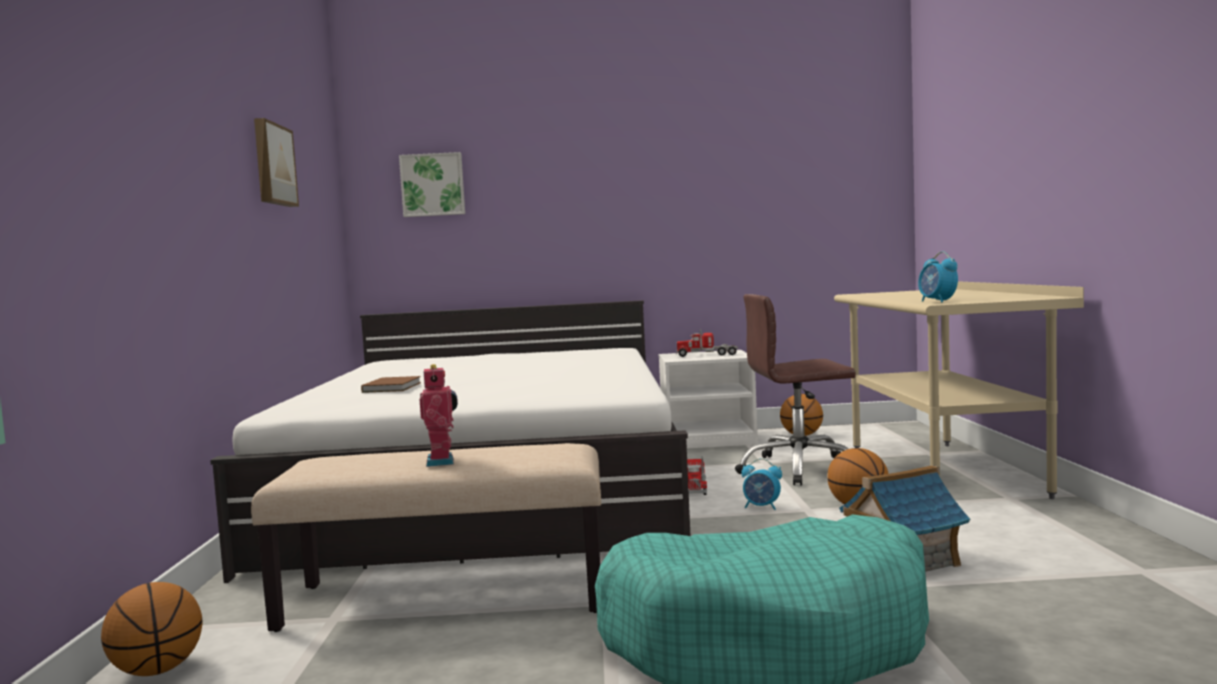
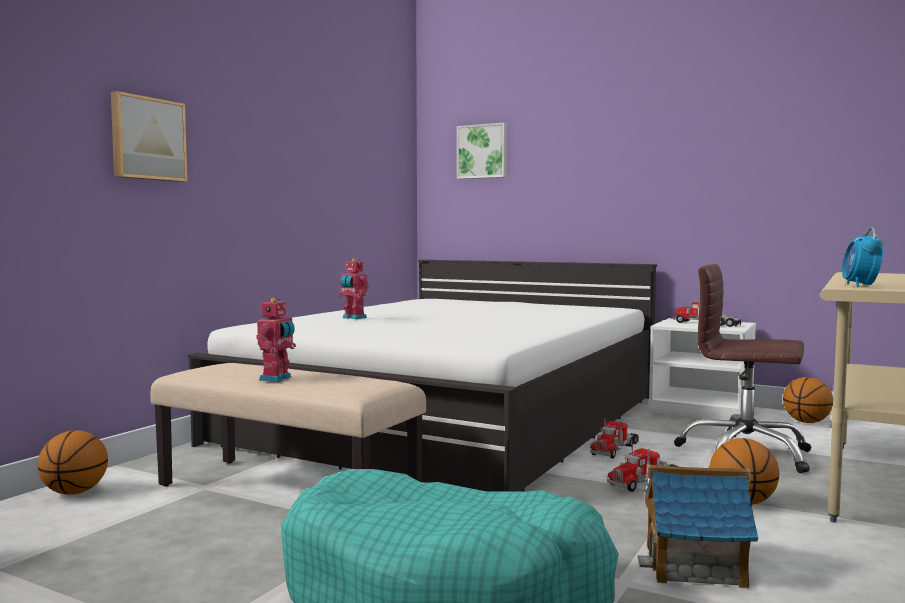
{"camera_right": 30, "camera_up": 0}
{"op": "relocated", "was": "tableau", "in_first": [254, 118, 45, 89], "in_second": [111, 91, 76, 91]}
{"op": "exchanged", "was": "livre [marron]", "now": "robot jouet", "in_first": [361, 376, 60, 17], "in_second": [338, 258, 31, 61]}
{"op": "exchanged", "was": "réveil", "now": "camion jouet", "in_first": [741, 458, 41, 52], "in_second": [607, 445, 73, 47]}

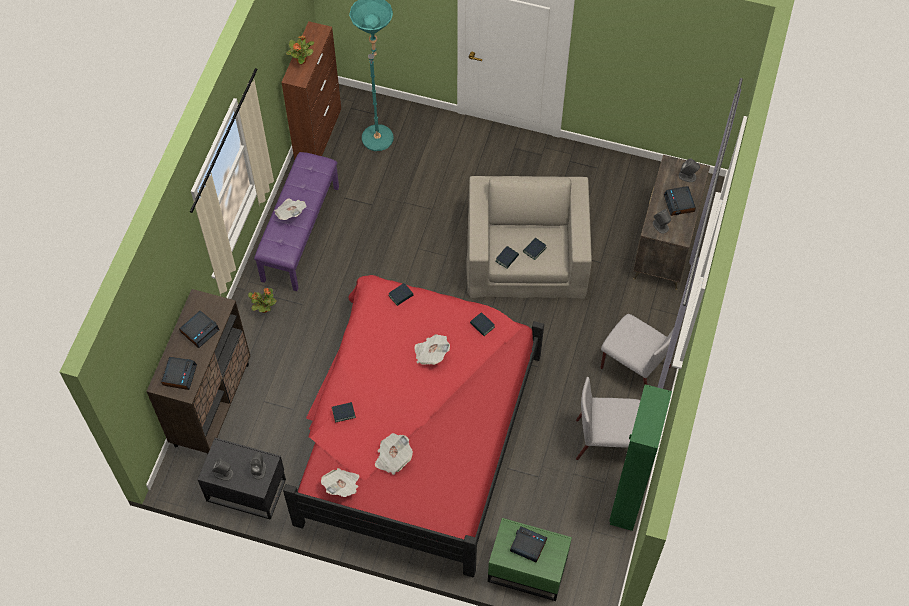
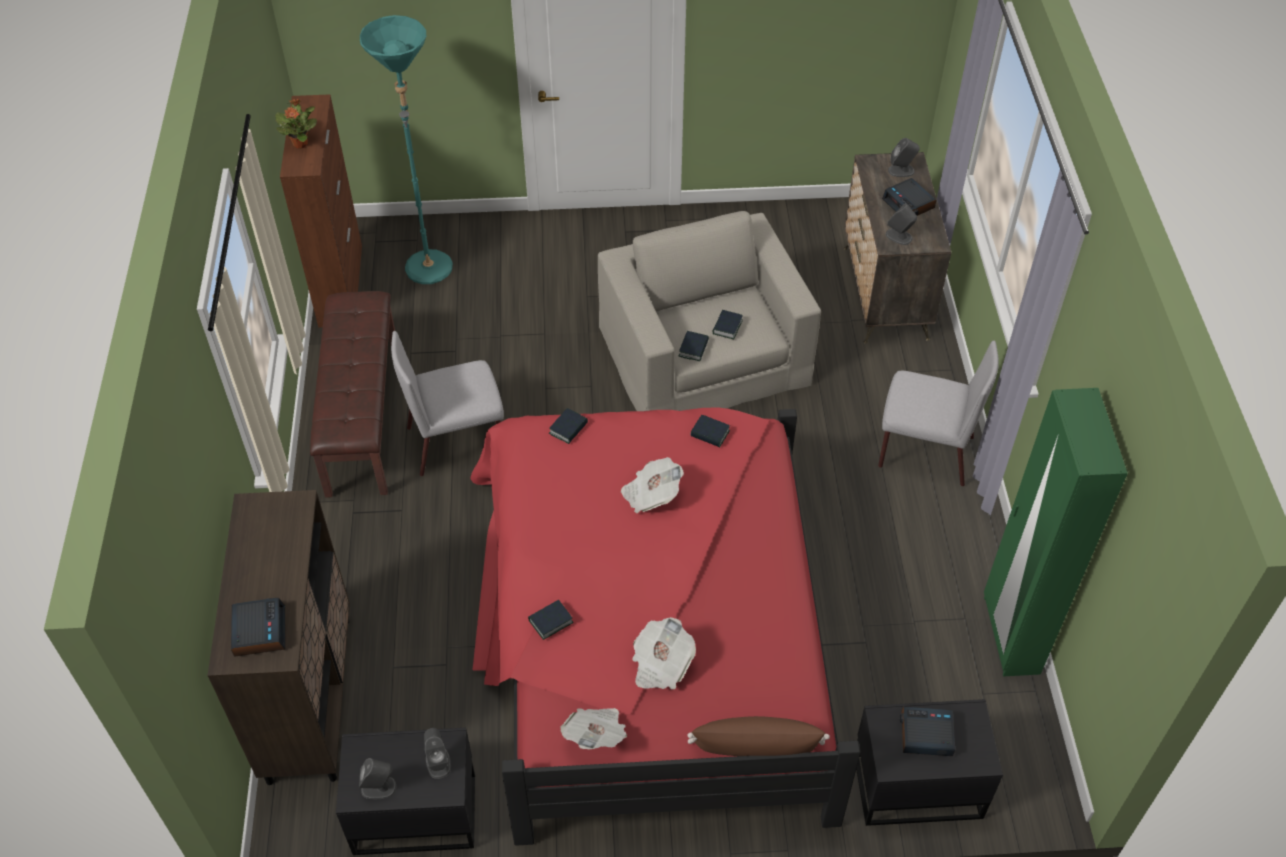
{"camera_right": -20, "camera_up": -10}
{"op": "colour", "was": "banc [violet]", "now": "banc [marron]", "in_first": [254, 152, 85, 139], "in_second": [310, 291, 85, 207]}
{"op": "relocated", "was": "chaise [gris]", "in_first": [576, 377, 64, 83], "in_second": [391, 331, 113, 145]}
{"op": "appeared", "now": "coussin [marron]", "in_second": [688, 716, 142, 40]}
{"op": "colour", "was": "table de chevet [vert]", "now": "table de chevet [noir]", "in_first": [488, 518, 84, 83], "in_second": [856, 699, 147, 127]}
{"op": "missing", "was": "réveil", "in_first": [179, 310, 41, 38]}
{"op": "missing", "was": "plante en pot", "in_first": [248, 288, 29, 25]}
{"op": "missing", "was": "journal", "in_first": [274, 198, 32, 22]}

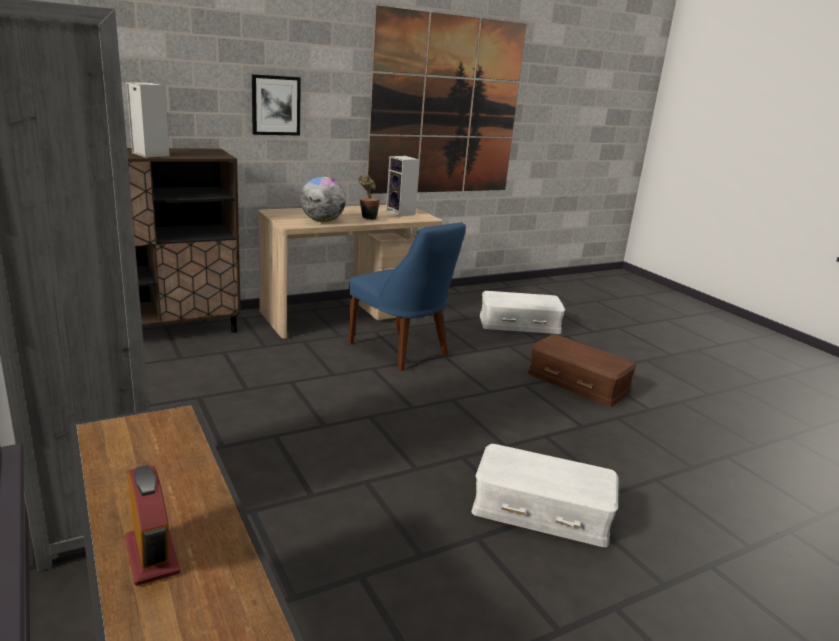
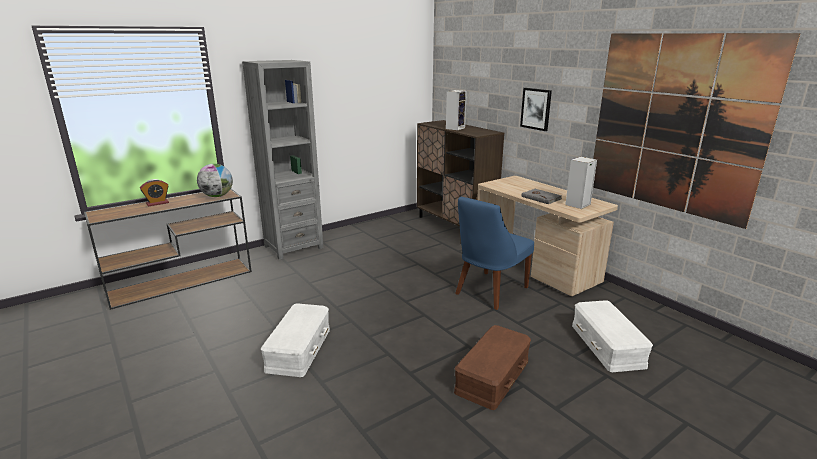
{"camera_right": 85, "camera_up": 0}
{"op": "relocated", "was": "globe", "in_first": [300, 176, 46, 46], "in_second": [197, 164, 36, 33]}
{"op": "exchanged", "was": "plante en pot", "now": "livre [gris]", "in_first": [358, 174, 22, 46], "in_second": [522, 189, 40, 15]}

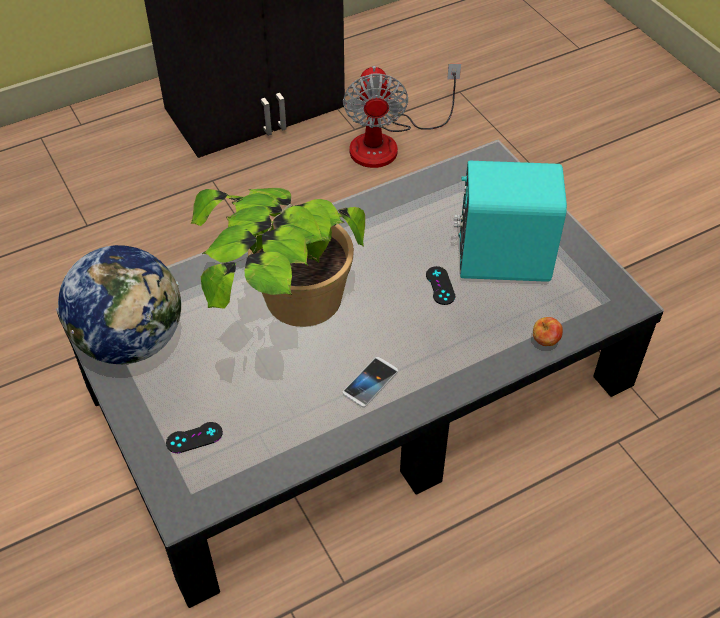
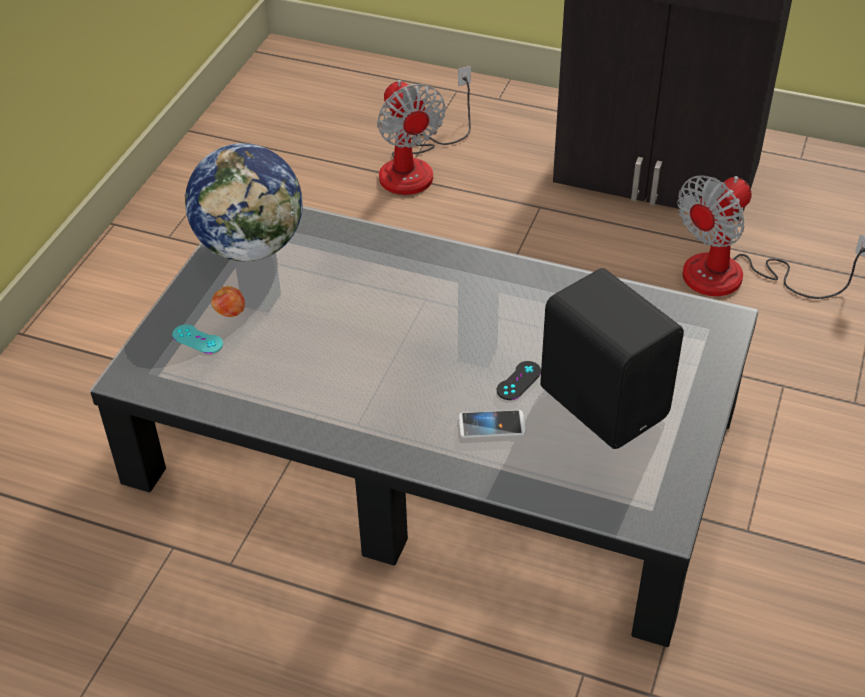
{"camera_right": 50, "camera_up": -5}
{"op": "colour", "was": "manette [noir]", "now": "manette [turquoise]", "in_first": [166, 422, 57, 31], "in_second": [172, 324, 51, 30]}
{"op": "relocated", "was": "pomme", "in_first": [533, 317, 30, 29], "in_second": [211, 286, 34, 31]}
{"op": "appeared", "now": "ventilateur", "in_second": [377, 66, 94, 129]}
{"op": "relocated", "was": "téléphone", "in_first": [342, 357, 57, 50], "in_second": [459, 410, 66, 28]}
{"op": "colour", "was": "enceinte [turquoise]", "now": "enceinte [noir]", "in_first": [454, 161, 113, 121], "in_second": [540, 268, 144, 181]}
{"op": "missing", "was": "plante en pot", "in_first": [191, 188, 174, 139]}

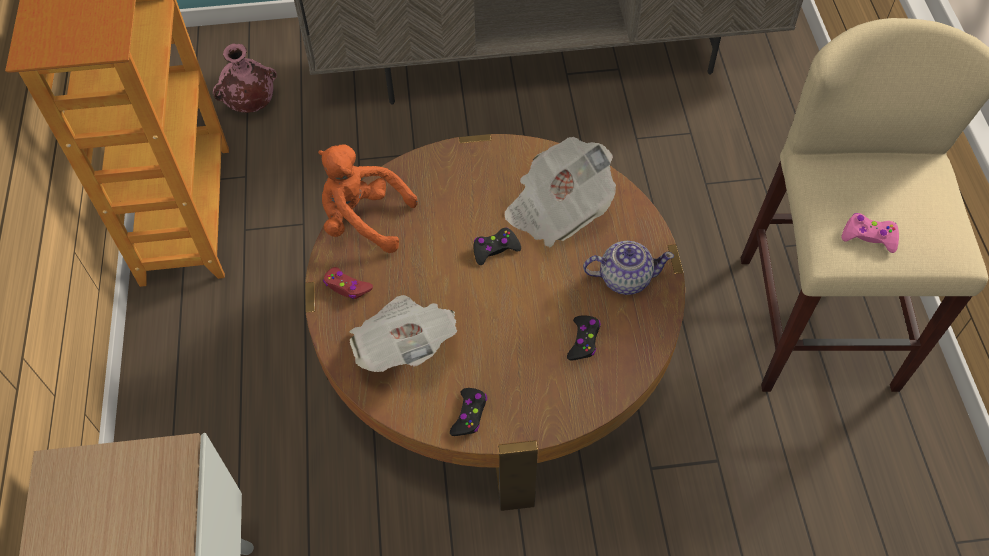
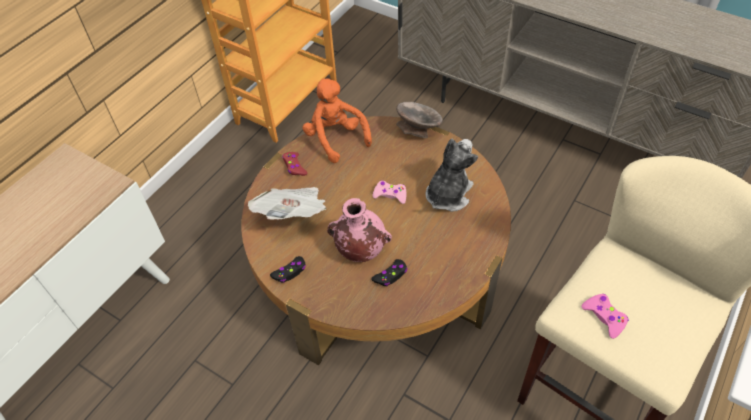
{"camera_right": 40, "camera_up": -5}
{"op": "relocated", "was": "vase [rose]", "in_first": [213, 44, 64, 69], "in_second": [327, 198, 65, 64]}
{"op": "colour", "was": "manette [noir]", "now": "manette [rose]", "in_first": [473, 227, 48, 38], "in_second": [373, 181, 34, 23]}
{"op": "appeared", "now": "bol [gris]", "in_second": [396, 102, 47, 36]}
{"op": "exchanged", "was": "journal", "now": "peluche", "in_first": [504, 137, 112, 110], "in_second": [425, 139, 53, 73]}
{"op": "missing", "was": "théière", "in_first": [583, 241, 91, 54]}

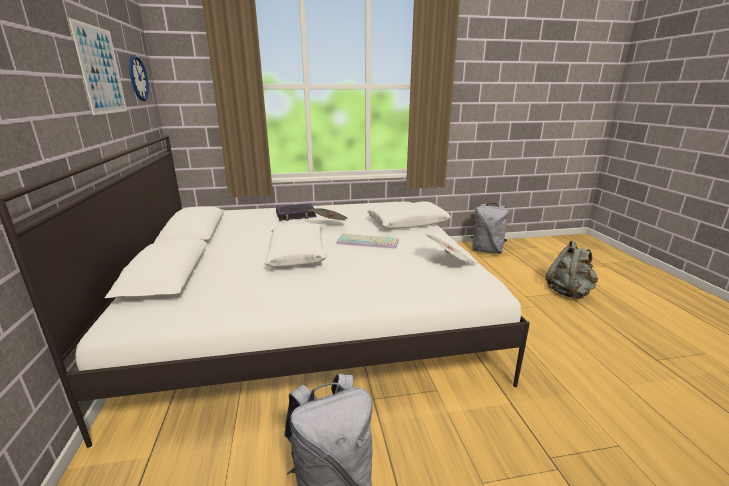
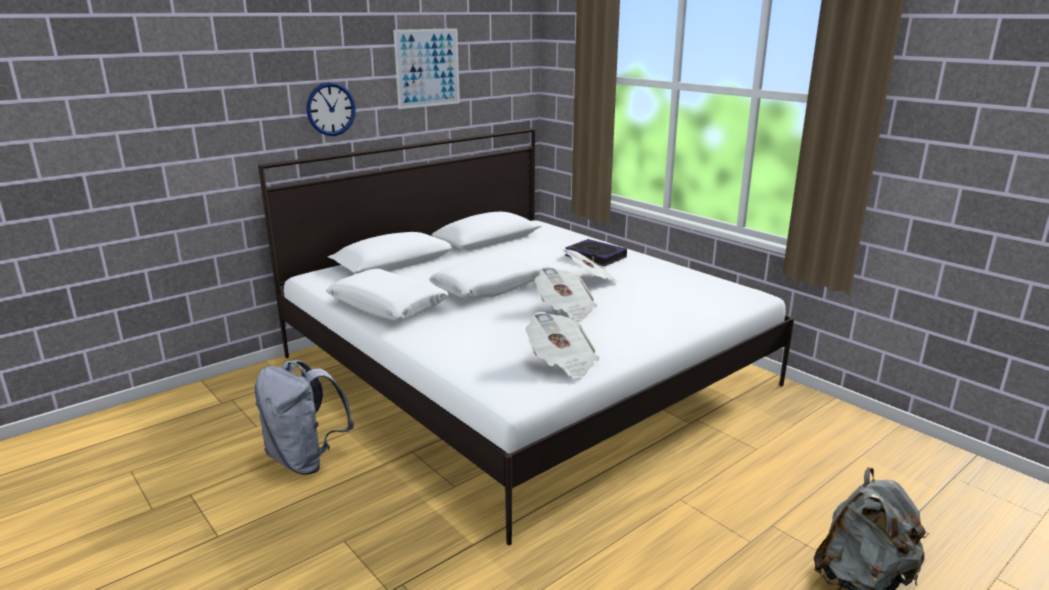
{"camera_right": 60, "camera_up": 0}
{"op": "relocated", "was": "horloge murale", "in_first": [129, 55, 20, 46], "in_second": [306, 82, 50, 54]}
{"op": "relocated", "was": "coussin [blanc]", "in_first": [367, 201, 84, 28], "in_second": [326, 269, 122, 52]}
{"op": "exchanged", "was": "clavier", "now": "journal", "in_first": [336, 234, 63, 15], "in_second": [535, 267, 62, 54]}
{"op": "missing", "was": "sac à dos [gris]", "in_first": [471, 203, 38, 51]}

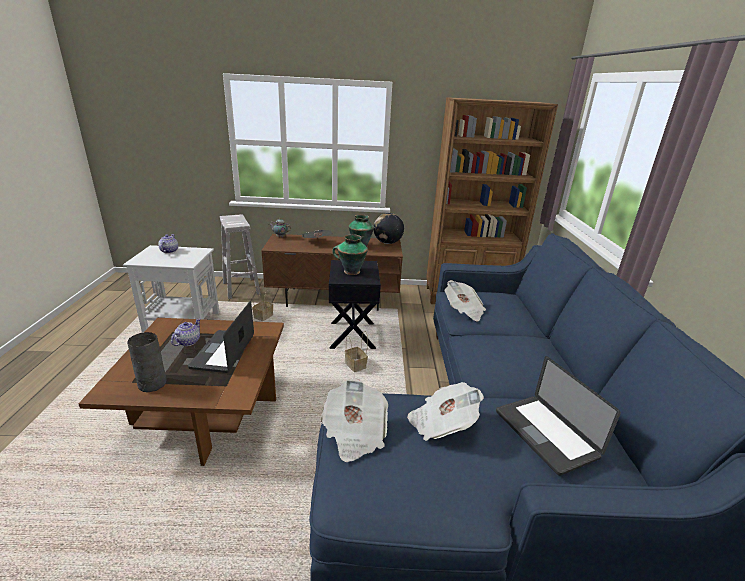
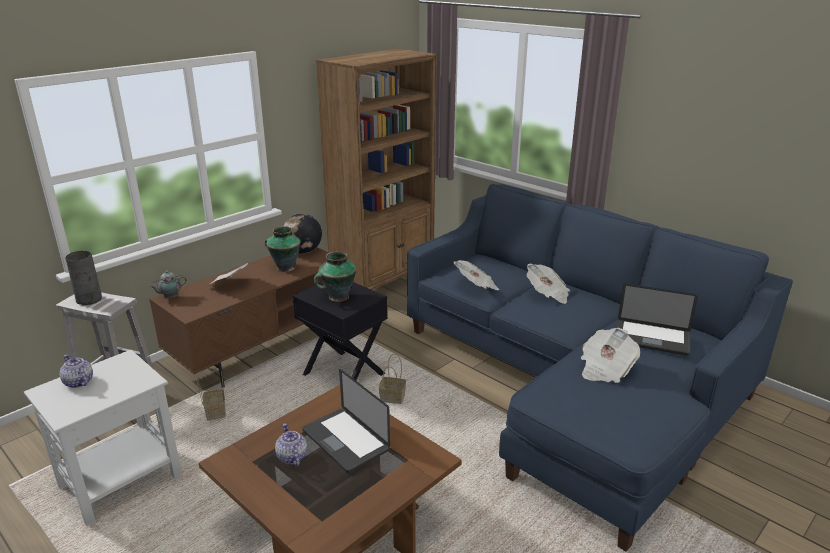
{"camera_right": -45, "camera_up": 0}
{"op": "relocated", "was": "vase [gris]", "in_first": [127, 332, 40, 60], "in_second": [65, 251, 37, 54]}
{"op": "relocated", "was": "journal", "in_first": [321, 379, 67, 83], "in_second": [527, 263, 43, 41]}

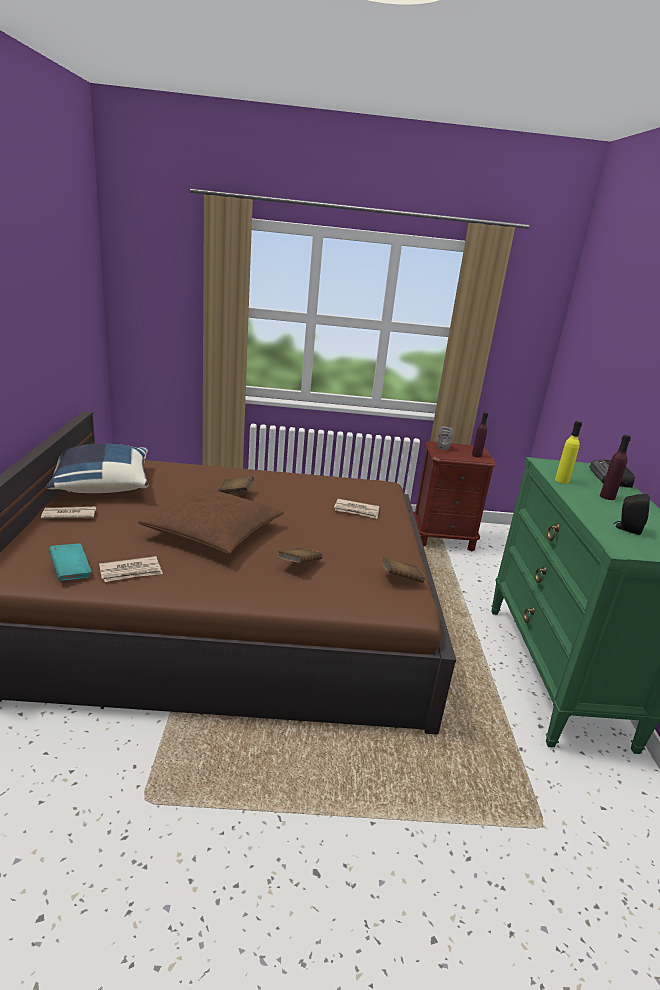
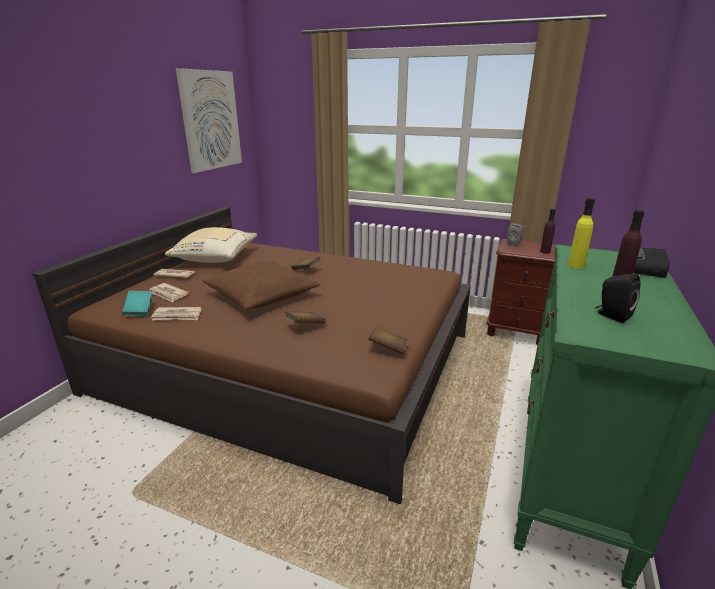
{"camera_right": 25, "camera_up": 0}
{"op": "relocated", "was": "journal", "in_first": [334, 499, 45, 20], "in_second": [149, 283, 40, 19]}
{"op": "colour", "was": "coussin [bleu]", "now": "coussin [beige]", "in_first": [46, 444, 102, 49], "in_second": [165, 227, 92, 36]}
{"op": "appeared", "now": "tableau", "in_second": [176, 68, 66, 105]}

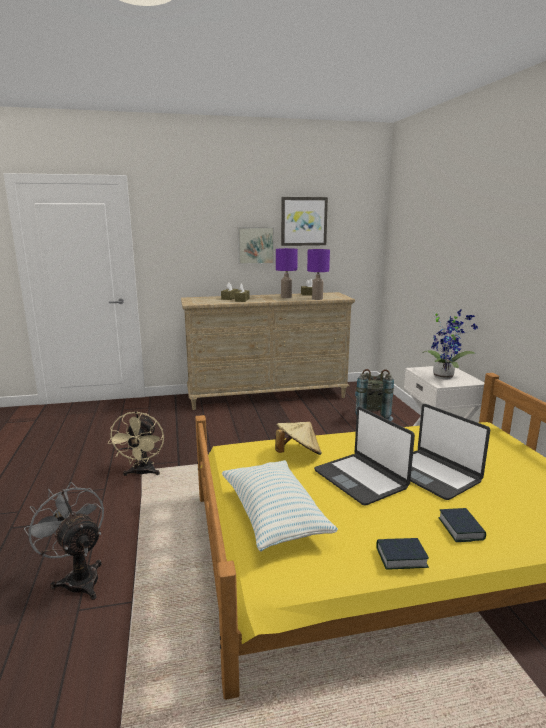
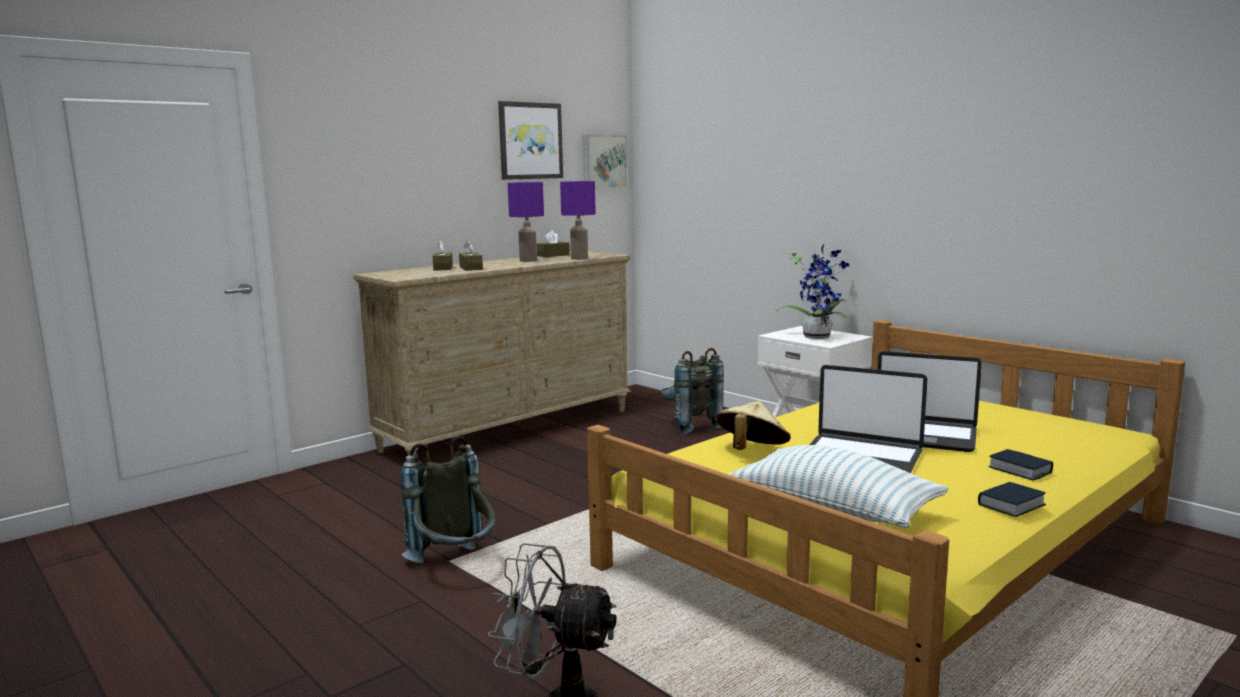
{"camera_right": -30, "camera_up": -5}
{"op": "exchanged", "was": "ventilateur [beige]", "now": "sac à dos [gris]", "in_first": [108, 411, 56, 66], "in_second": [401, 436, 94, 127]}
{"op": "relocated", "was": "tableau", "in_first": [238, 227, 36, 37], "in_second": [583, 135, 44, 54]}

